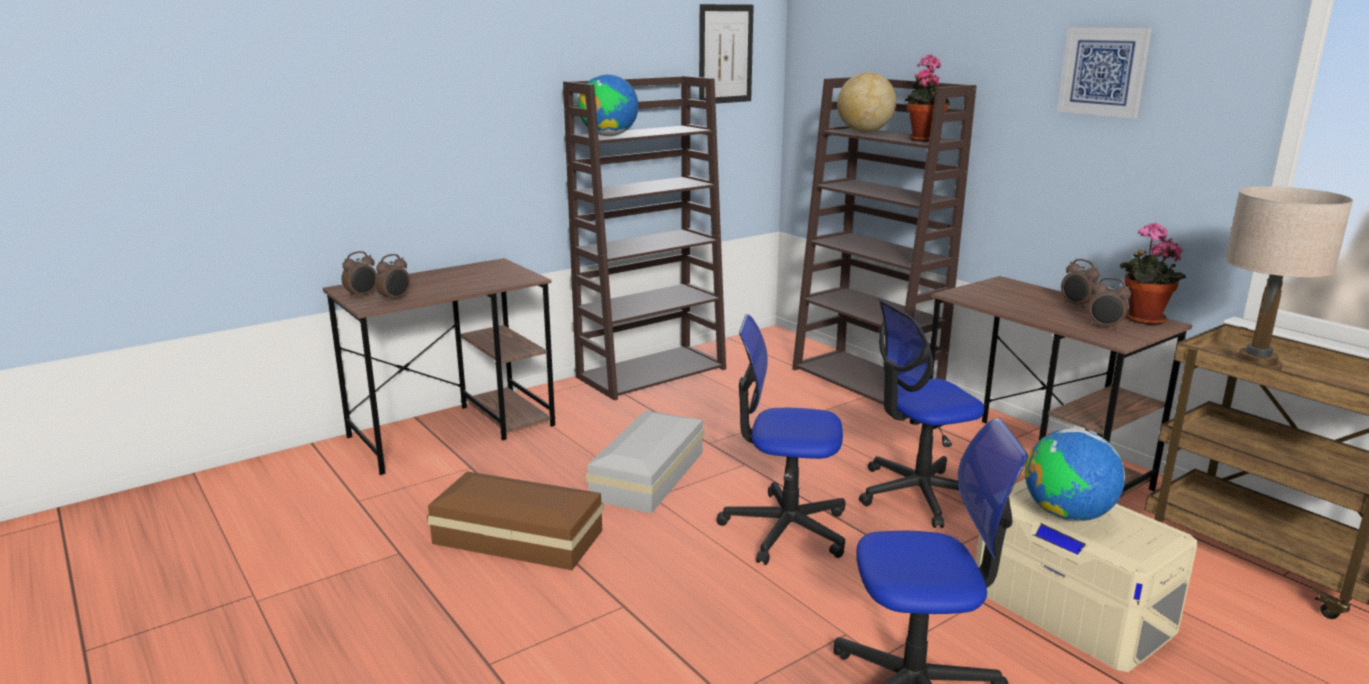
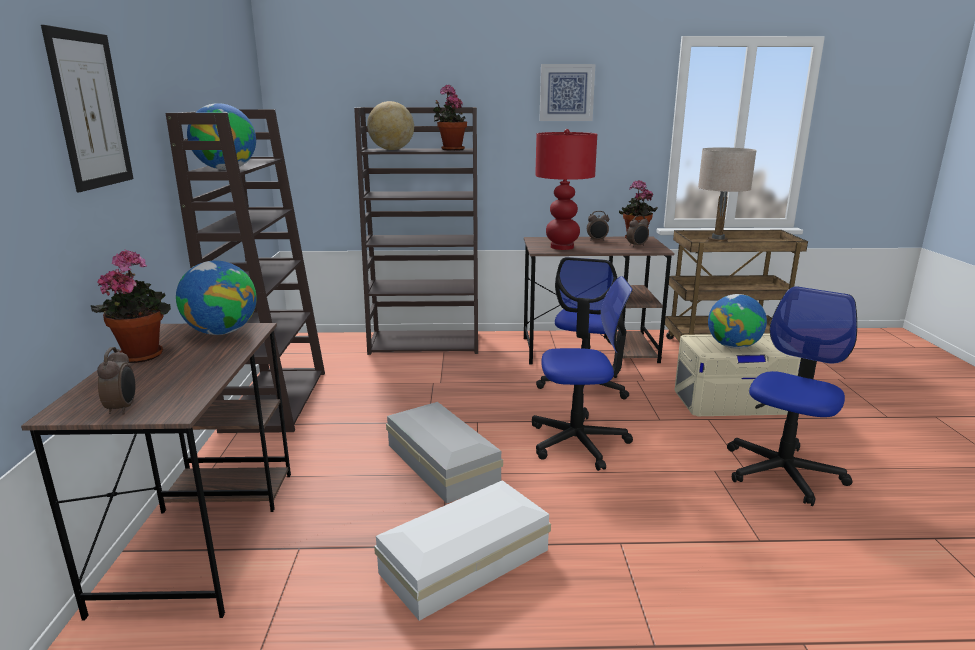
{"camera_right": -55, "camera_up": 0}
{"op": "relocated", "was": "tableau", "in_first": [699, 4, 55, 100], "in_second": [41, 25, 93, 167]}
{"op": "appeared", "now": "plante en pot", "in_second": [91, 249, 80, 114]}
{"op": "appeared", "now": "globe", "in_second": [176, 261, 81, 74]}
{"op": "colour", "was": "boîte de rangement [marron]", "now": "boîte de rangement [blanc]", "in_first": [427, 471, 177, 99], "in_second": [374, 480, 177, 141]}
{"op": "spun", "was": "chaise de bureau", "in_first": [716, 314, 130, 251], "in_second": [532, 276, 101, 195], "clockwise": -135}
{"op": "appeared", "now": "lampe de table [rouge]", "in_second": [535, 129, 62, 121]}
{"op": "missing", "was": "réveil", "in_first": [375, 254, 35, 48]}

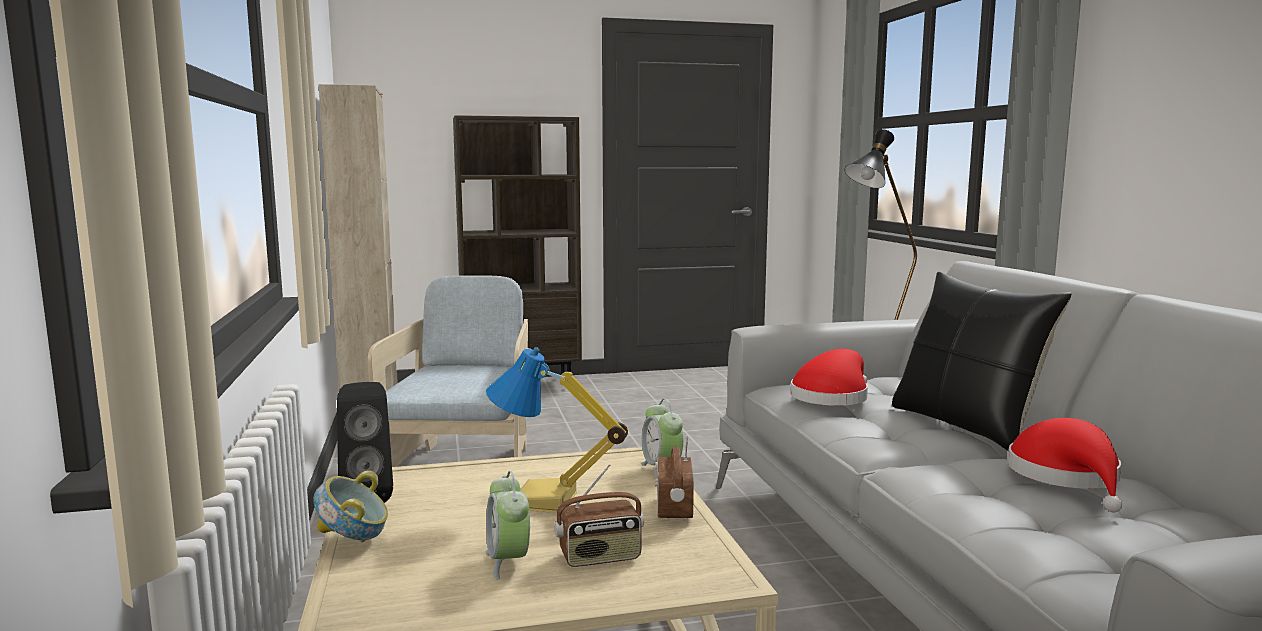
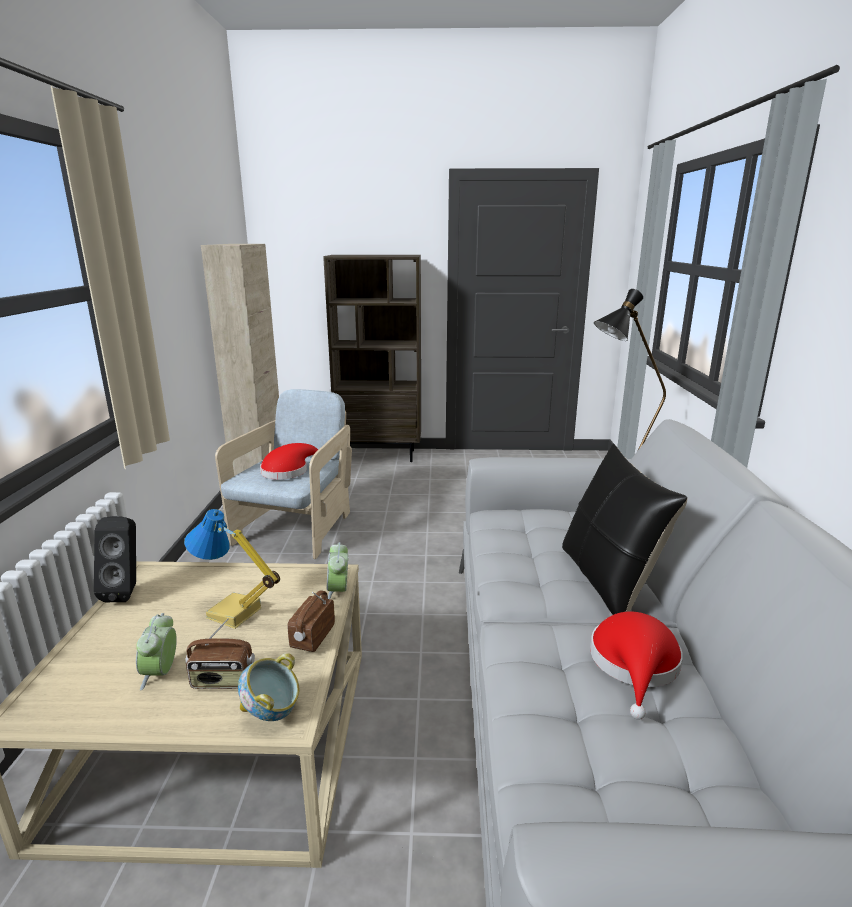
{"camera_right": 15, "camera_up": 10}
{"op": "relocated", "was": "bol", "in_first": [313, 471, 75, 71], "in_second": [238, 653, 61, 68]}
{"op": "relocated", "was": "chapeau [rouge]", "in_first": [790, 349, 78, 57], "in_second": [260, 443, 58, 36]}

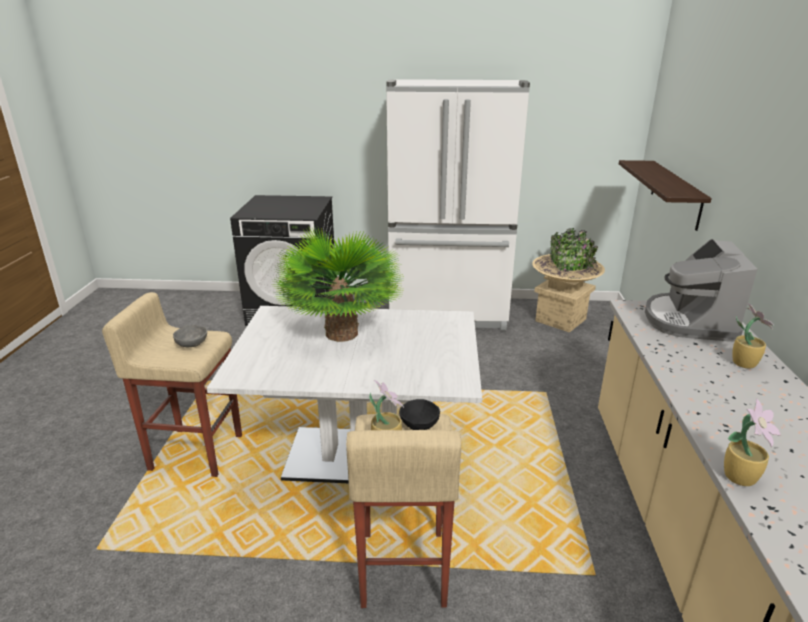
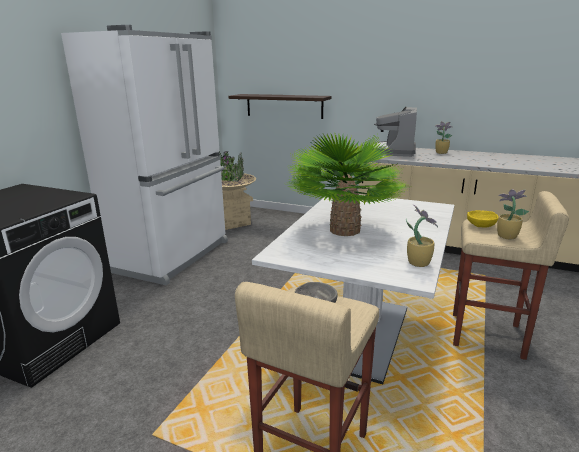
{"camera_right": -70, "camera_up": -5}
{"op": "spun", "was": "machine à café", "in_first": [645, 239, 112, 103], "in_second": [372, 107, 45, 50], "clockwise": 75}
{"op": "relocated", "was": "plante en pot", "in_first": [724, 398, 57, 88], "in_second": [406, 205, 32, 62]}
{"op": "colour", "was": "bol [noir]", "now": "bol [jaune]", "in_first": [399, 399, 41, 31], "in_second": [467, 210, 32, 18]}

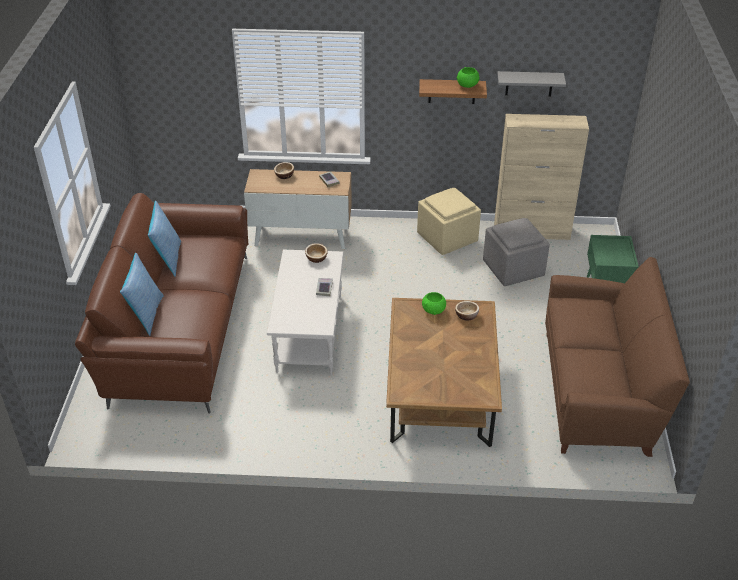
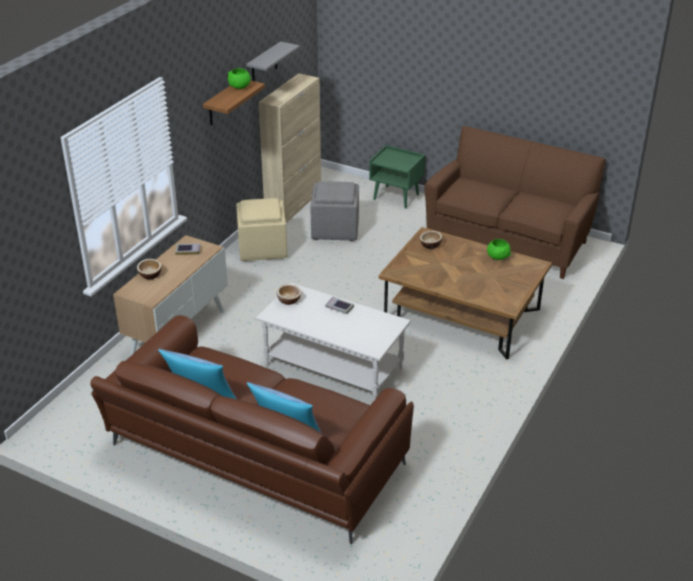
{"camera_right": -65, "camera_up": -5}
{"op": "relocated", "was": "bol [vert]", "in_first": [422, 292, 24, 23], "in_second": [487, 239, 24, 21]}

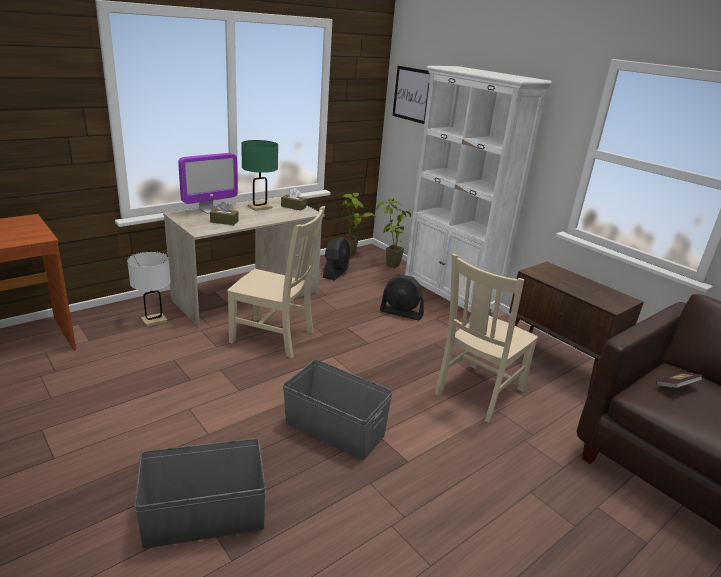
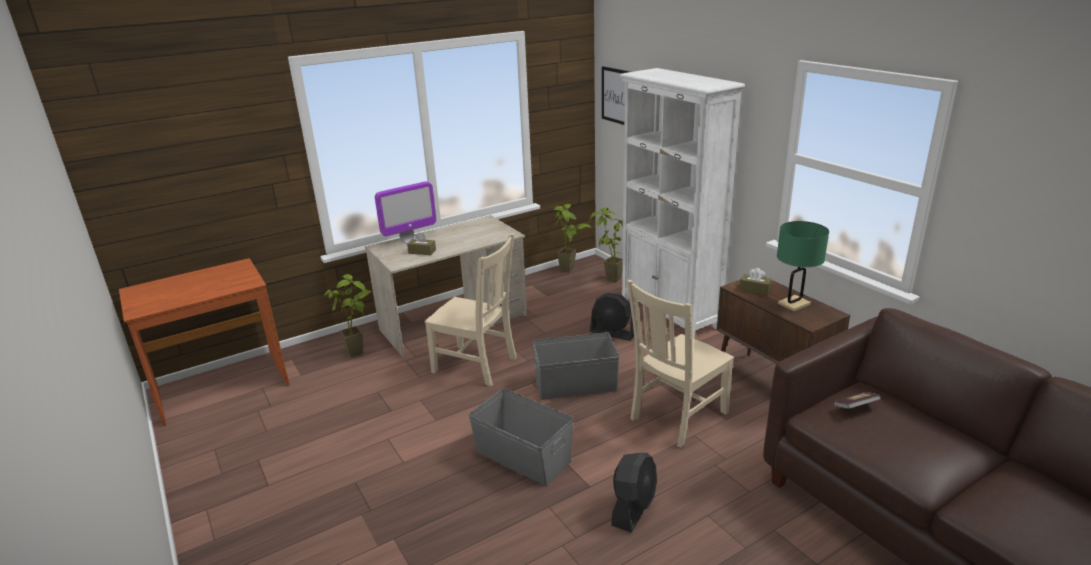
{"camera_right": 10, "camera_up": 0}
{"op": "exchanged", "was": "lampe de table [blanc]", "now": "plante en pot", "in_first": [127, 251, 44, 76], "in_second": [324, 274, 49, 83]}
{"op": "relocated", "was": "boîte de rangement [gris]", "in_first": [134, 438, 132, 110], "in_second": [533, 332, 86, 68]}
{"op": "relocated", "was": "ventilateur [noir]", "in_first": [323, 237, 27, 43], "in_second": [611, 453, 46, 80]}
{"op": "relocated", "was": "boîte à mouchoirs [marron]", "in_first": [281, 188, 26, 23], "in_second": [739, 268, 33, 27]}
{"op": "relocated", "was": "lampe de table [vert]", "in_first": [241, 140, 37, 71], "in_second": [777, 221, 52, 90]}

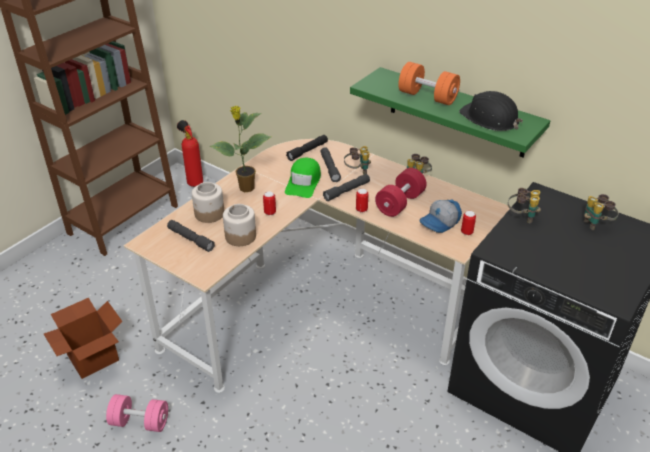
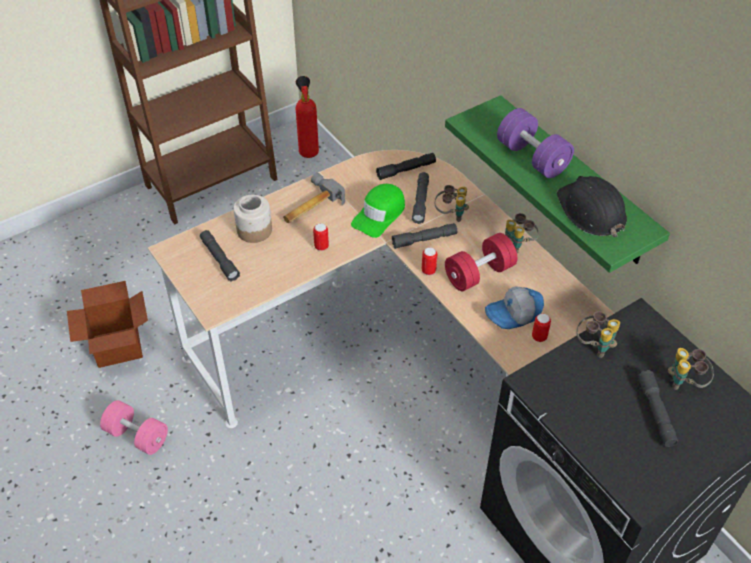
{"camera_right": 20, "camera_up": 10}
{"op": "exchanged", "was": "plante en pot", "now": "marteau", "in_first": [210, 106, 61, 86], "in_second": [283, 173, 62, 50]}
{"op": "colour", "was": "haltère [orange]", "now": "haltère [violet]", "in_first": [398, 62, 62, 43], "in_second": [497, 108, 77, 70]}
{"op": "appeared", "now": "lampe de poche [gris]", "in_second": [637, 370, 41, 77]}
{"op": "missing", "was": "bocal", "in_first": [223, 204, 33, 42]}

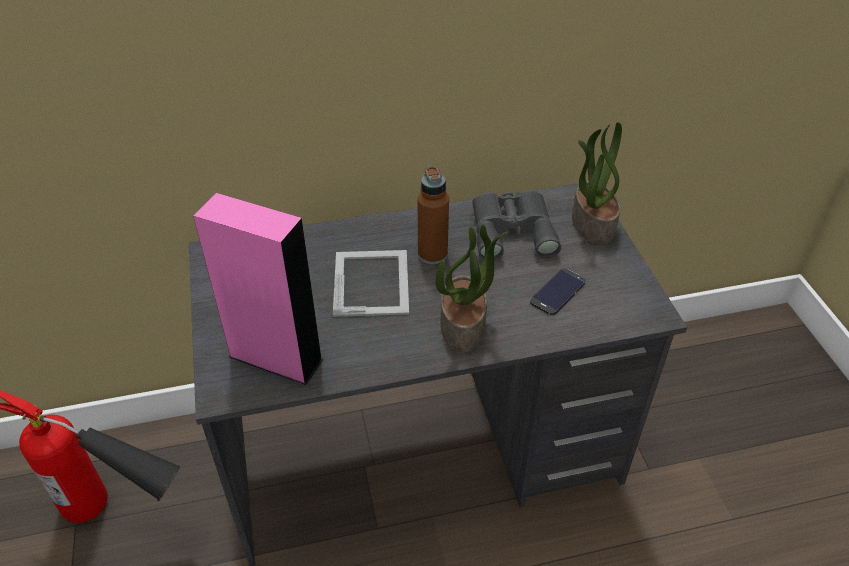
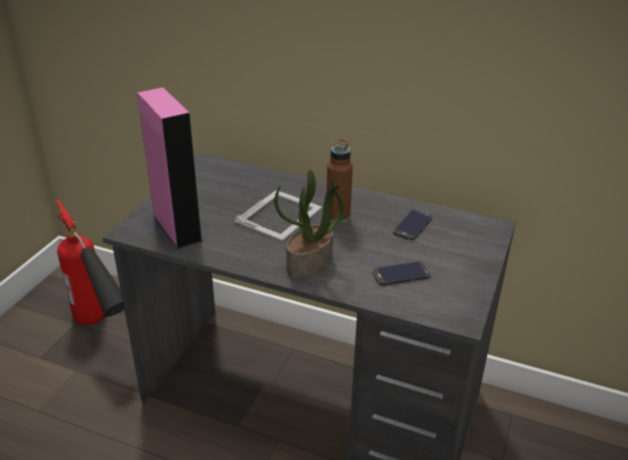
{"camera_right": 35, "camera_up": -10}
{"op": "exchanged", "was": "jumelles [gris]", "now": "téléphone", "in_first": [472, 190, 89, 71], "in_second": [393, 209, 39, 31]}
{"op": "missing", "was": "plante en pot", "in_first": [572, 122, 50, 123]}

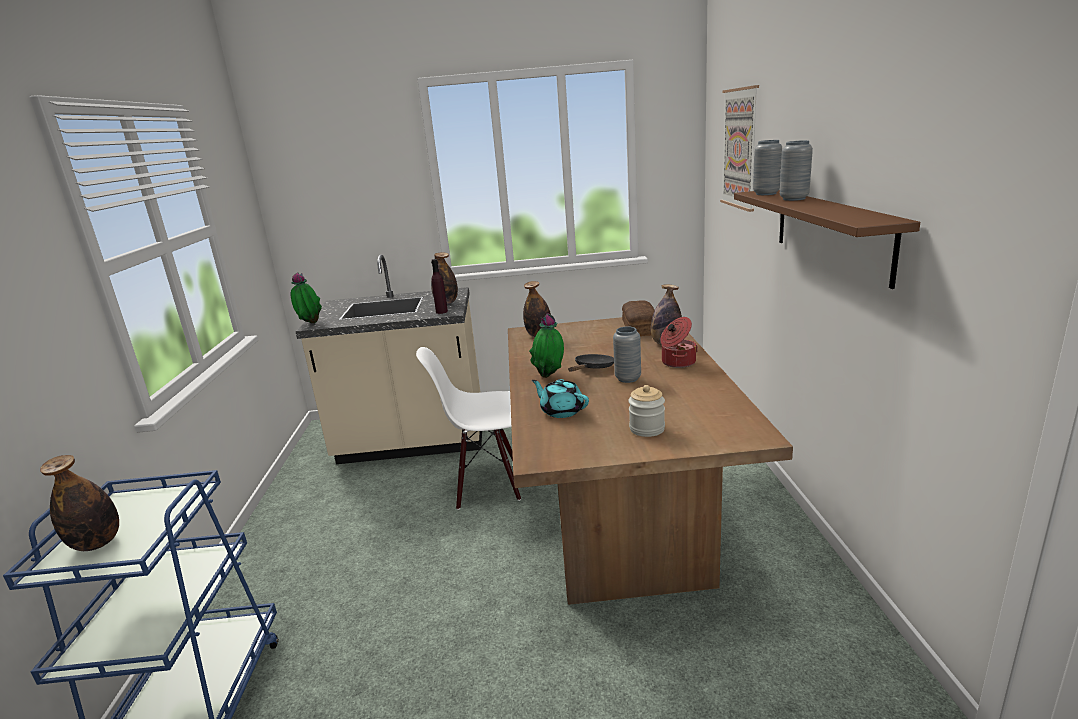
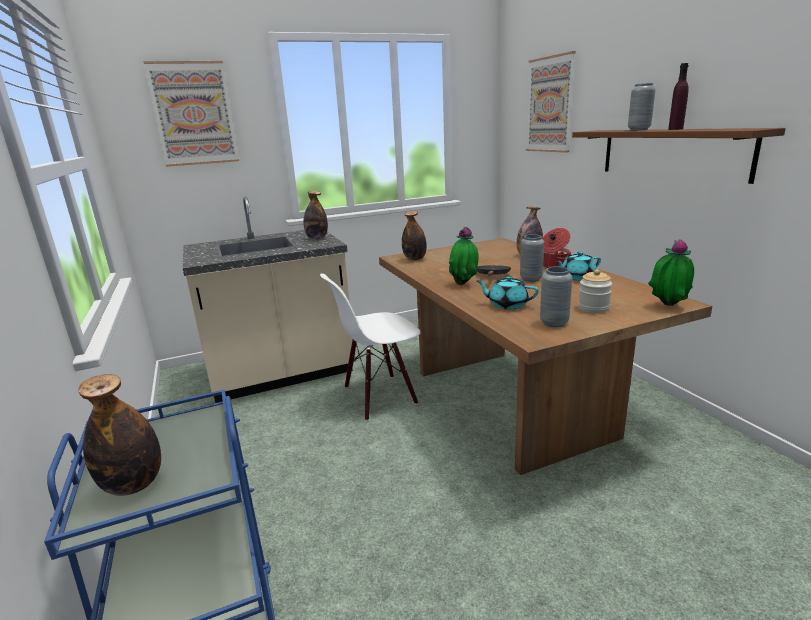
{"camera_right": -20, "camera_up": 0}
{"op": "appeared", "now": "tableau", "in_second": [144, 61, 95, 106]}
{"op": "relocated", "was": "vase [gris]", "in_first": [753, 140, 29, 55], "in_second": [540, 267, 32, 60]}
{"op": "appeared", "now": "théière [turquoise]", "in_second": [555, 252, 46, 29]}
{"op": "relocated", "was": "plante en pot", "in_first": [290, 272, 32, 51], "in_second": [648, 239, 46, 67]}
{"op": "relocated", "was": "bouteille [violet]", "in_first": [431, 259, 17, 55], "in_second": [668, 63, 21, 67]}
{"op": "missing", "was": "pain", "in_first": [622, 300, 33, 36]}

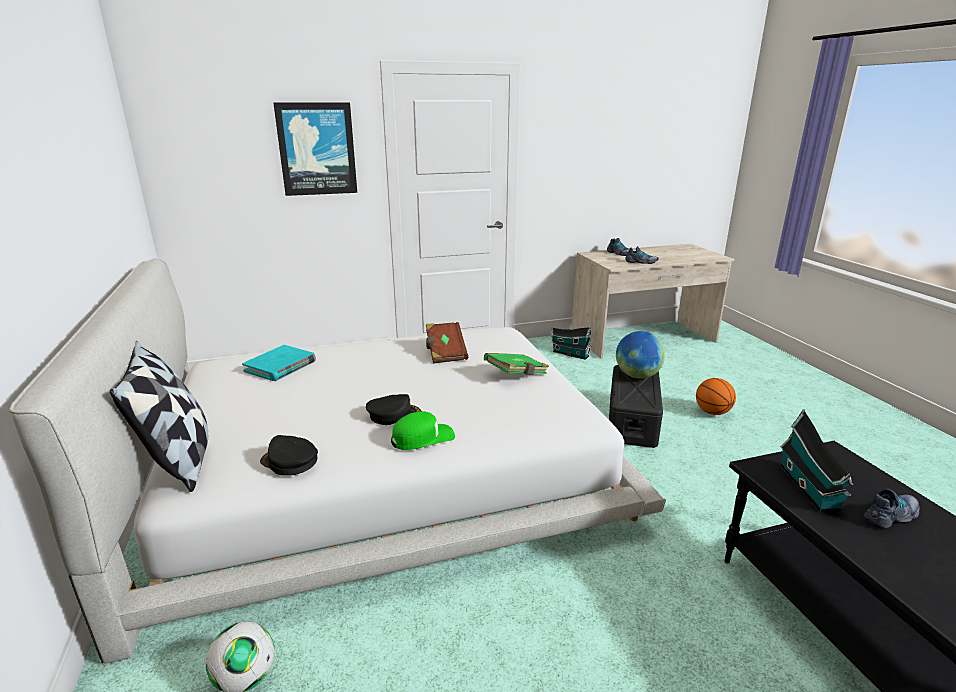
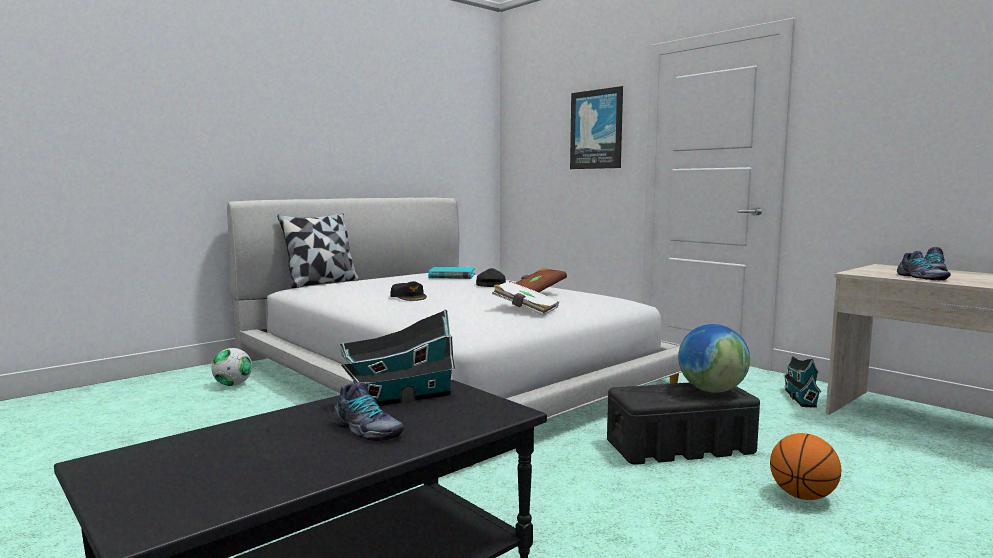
{"camera_right": 65, "camera_up": -15}
{"op": "relocated", "was": "casquette [noir]", "in_first": [260, 435, 58, 41], "in_second": [476, 268, 30, 19]}
{"op": "colour", "was": "livre [vert]", "now": "livre [blanc]", "in_first": [484, 353, 65, 22], "in_second": [492, 281, 67, 35]}
{"op": "missing", "was": "casquette [vert]", "in_first": [391, 411, 64, 39]}

